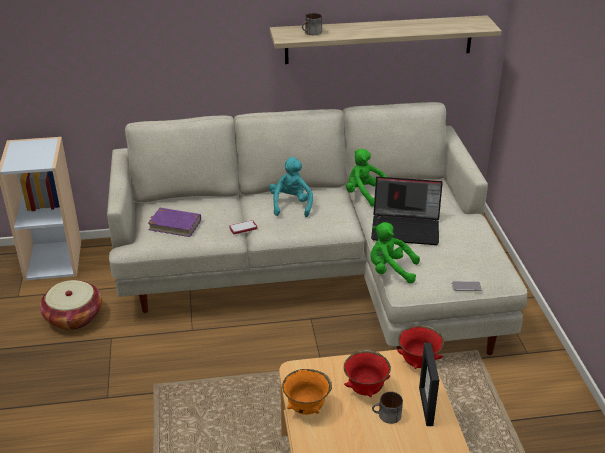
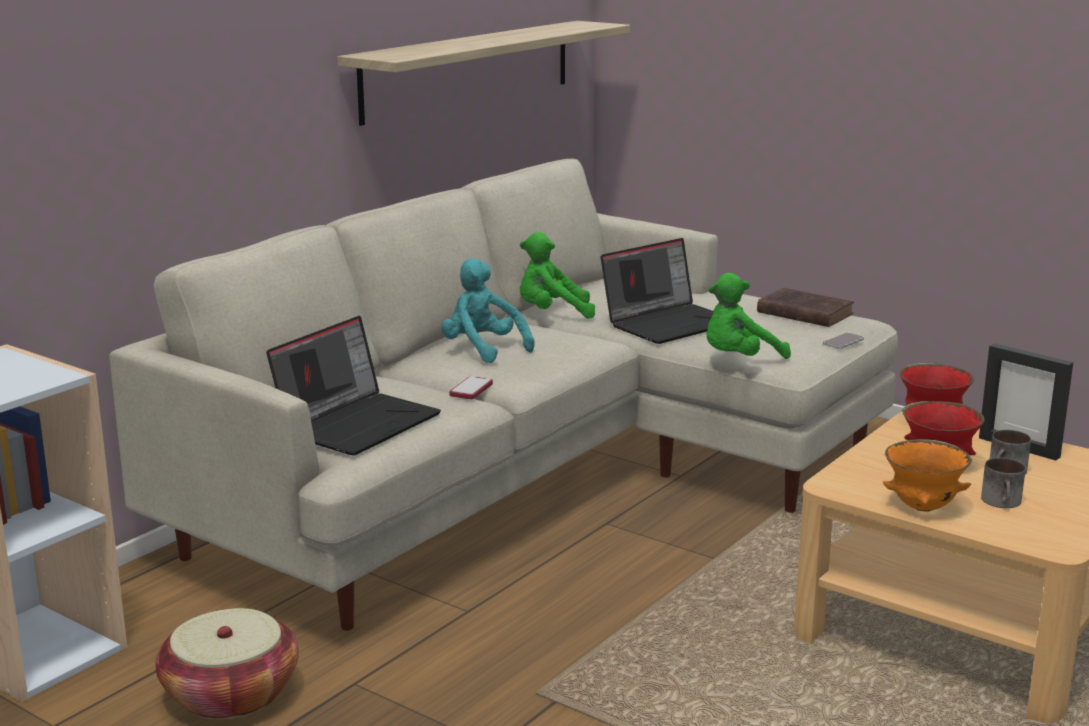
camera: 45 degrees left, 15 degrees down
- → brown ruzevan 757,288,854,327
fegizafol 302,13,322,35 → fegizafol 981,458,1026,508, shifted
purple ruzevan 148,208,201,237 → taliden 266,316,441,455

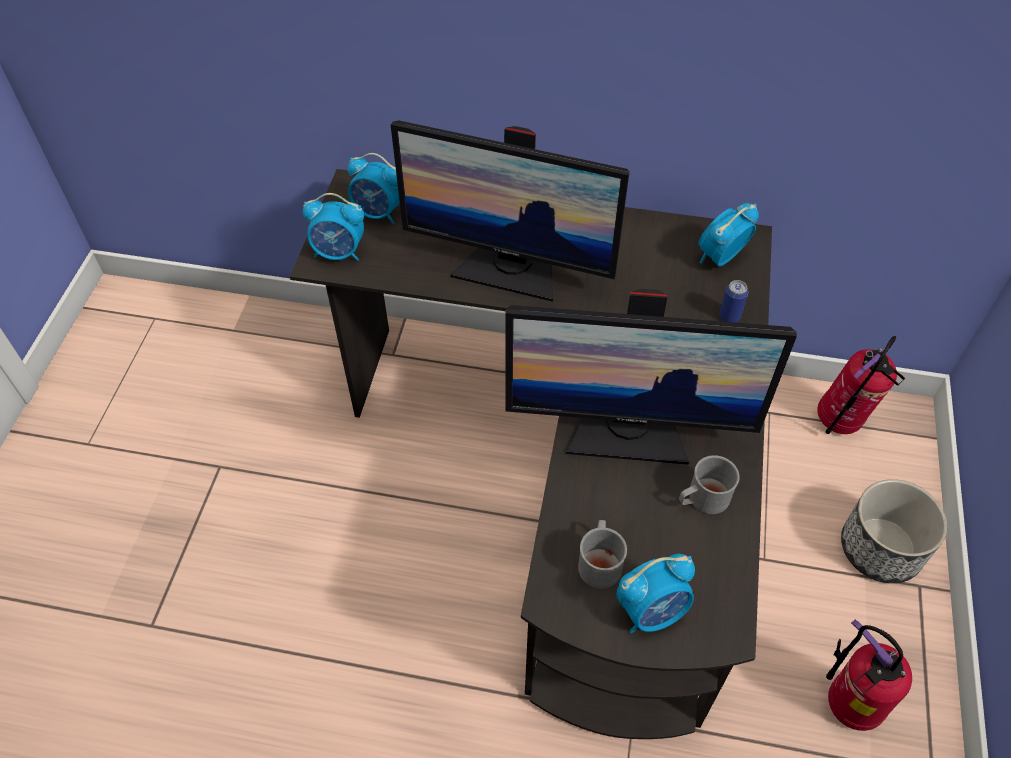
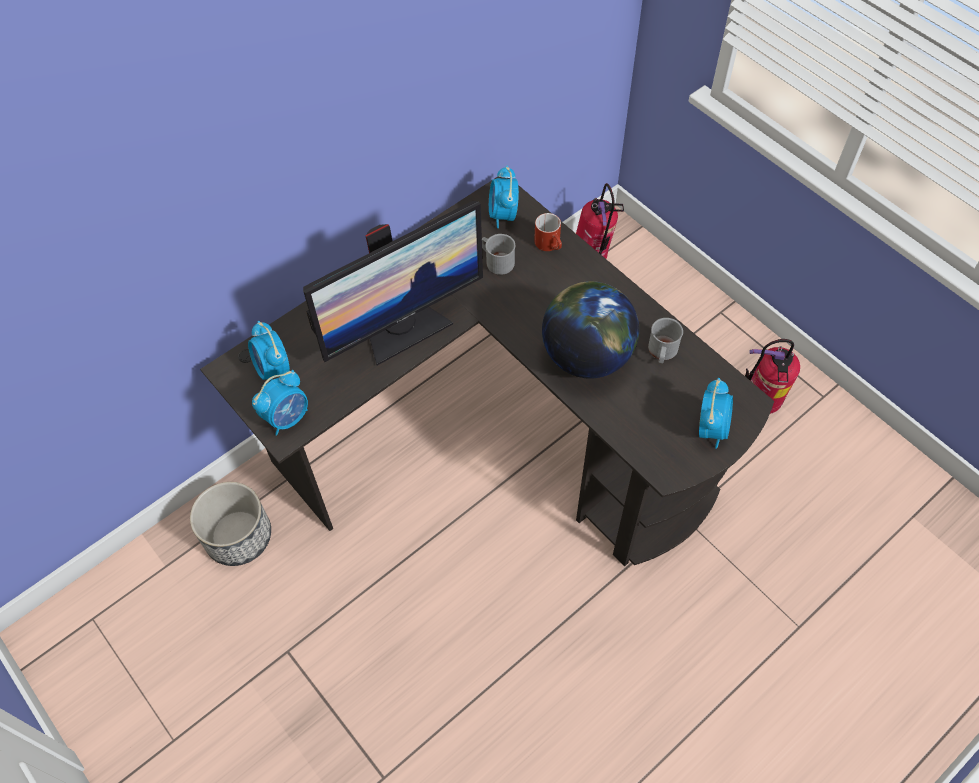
camera: 50 degrees left, 5 degrees up
grey fegizafol 578,520,627,589 → grey fegizafol 482,234,515,275, shifted
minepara 841,479,947,583 → minepara 190,482,271,566, shifted
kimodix 505,289,797,465 → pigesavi 542,281,639,379
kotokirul 719,280,748,323 → red fegizafol 534,213,562,251
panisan 348,153,400,224 → panisan 248,321,290,381, 90 degrees clockwise

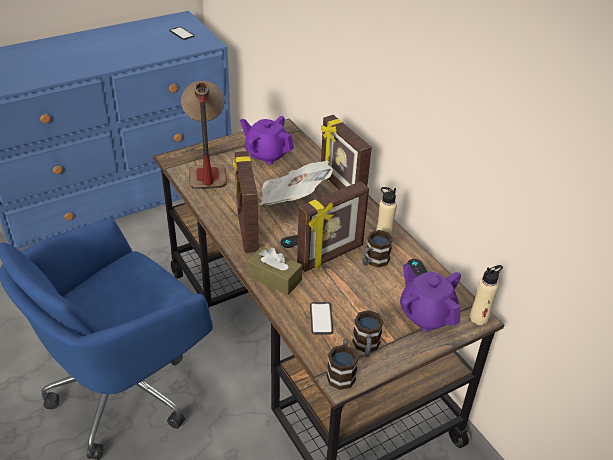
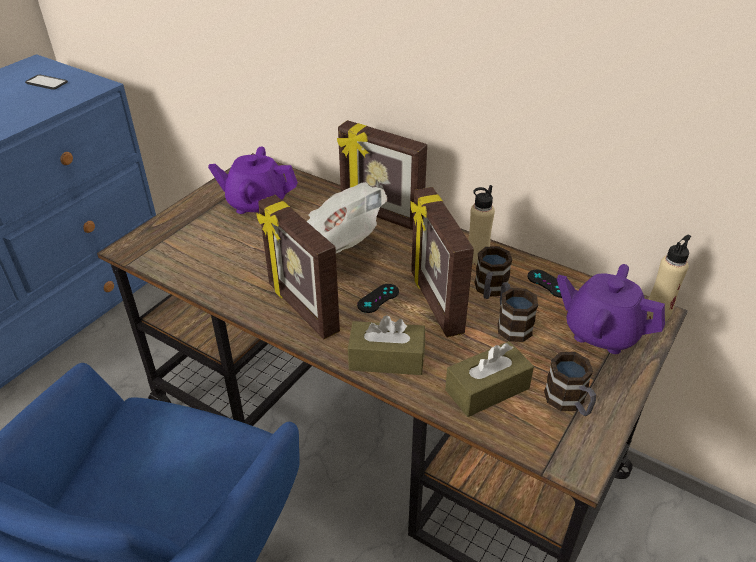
camera: 25 degrees left, 0 degrees up
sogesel 181,81,227,189 → -
fegizafol 327,338,359,390 → fegizafol 498,282,538,342, shifted
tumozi 310,302,333,335 → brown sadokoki 445,341,534,417
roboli 297,181,369,272 → roboli 410,187,474,337, 135 degrees clockwise

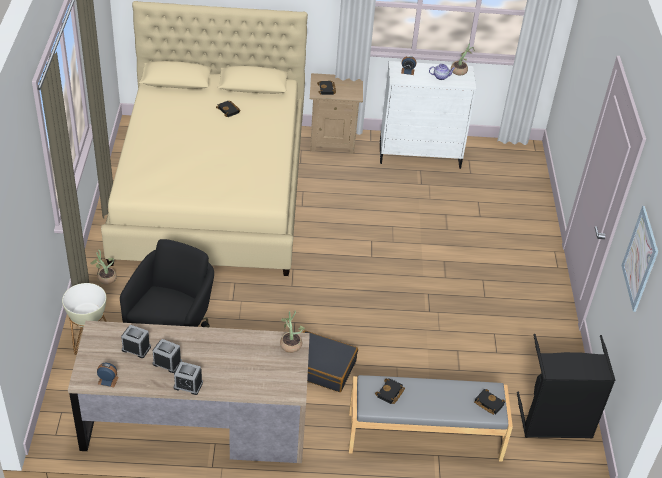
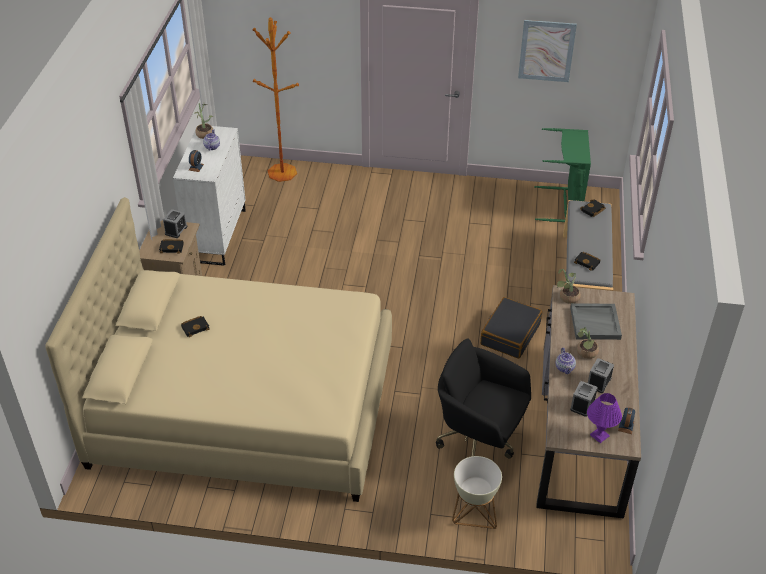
camera: 80 degrees left, 0 degrees up
- → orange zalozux 252,17,299,182
- → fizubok 555,348,576,374
- → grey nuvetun 570,304,622,340
- → purple sogesel 587,393,622,443
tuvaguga 90,250,117,285 → tuvaguga 577,327,599,359, shifted
panisan 173,362,203,395 → panisan 163,209,188,238, shifted
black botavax 517,334,616,439 → green botavax 534,128,591,222

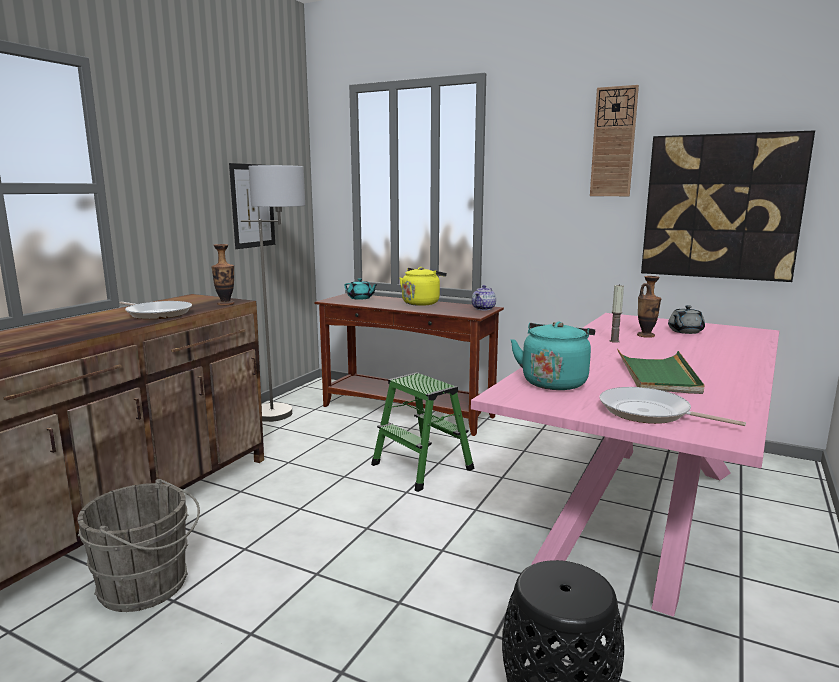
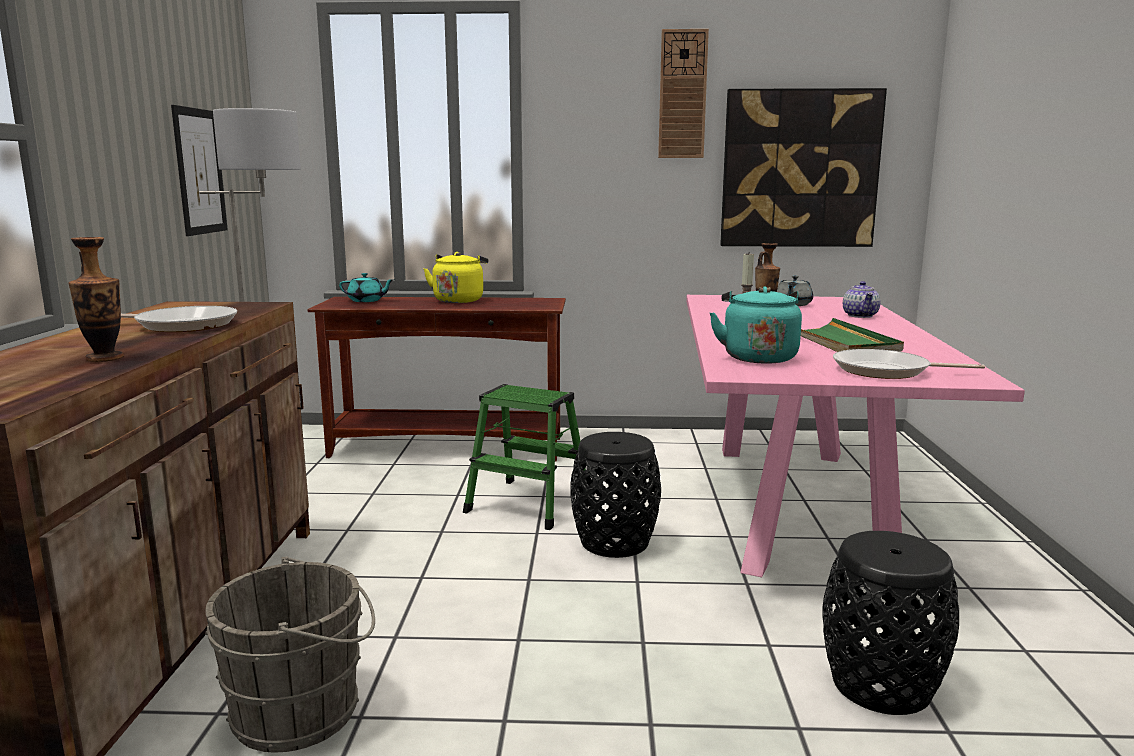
camera: 25 degrees left, 0 degrees up
- → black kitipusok 570,432,661,558
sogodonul 212,244,235,306 → sogodonul 69,237,124,362, shifted
fizubok 472,285,496,310 → fizubok 843,281,881,318, shifted

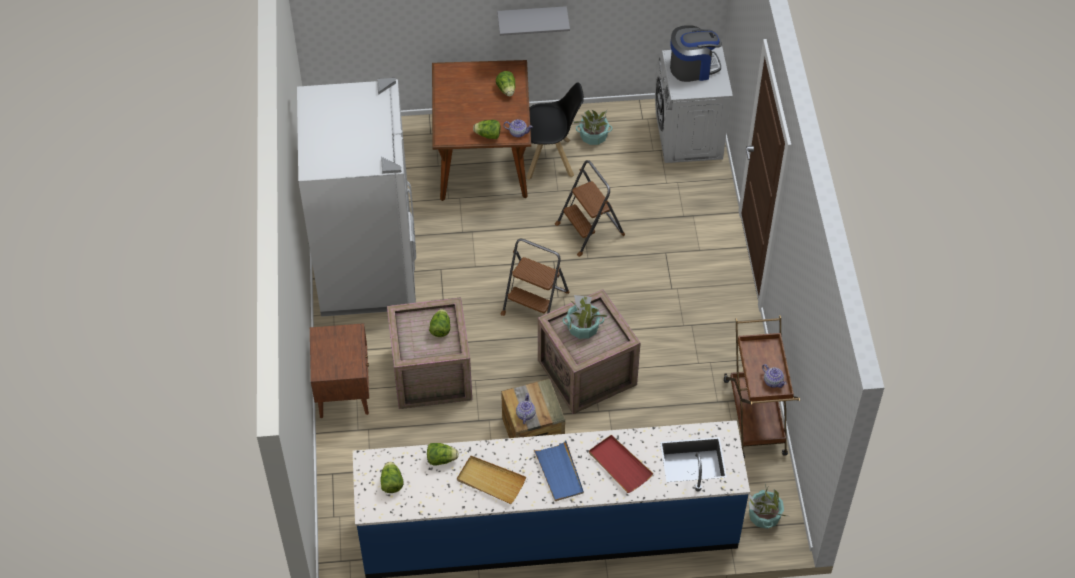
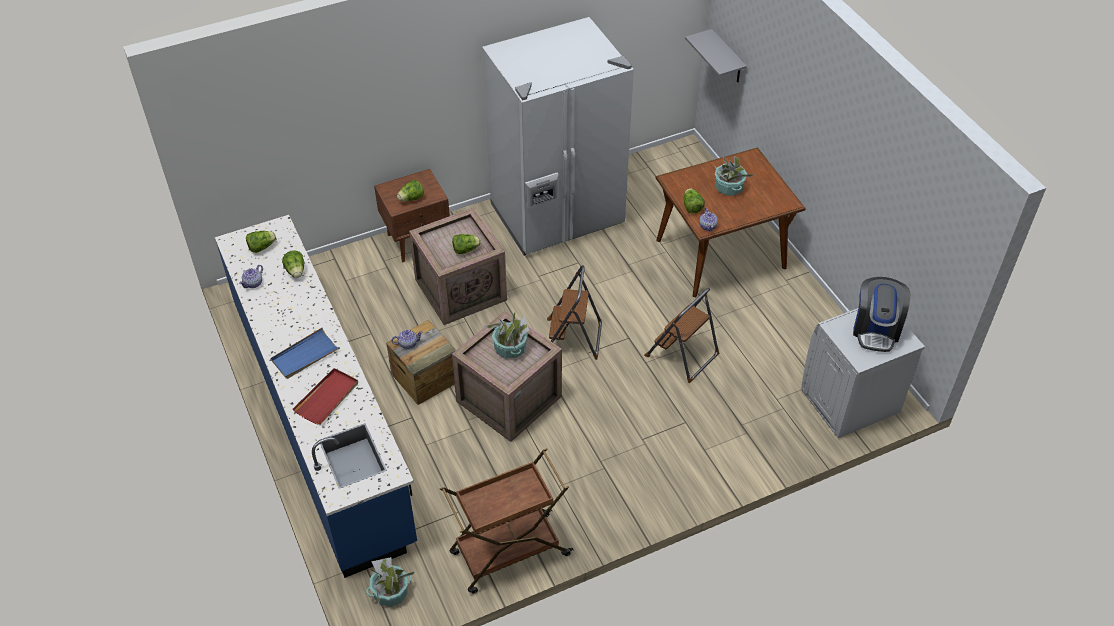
camera: 70 degrees right, 5 degrees down
beige nuvetun 457,456,526,504 → -
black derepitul 526,83,584,180 → -
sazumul 496,71,515,96 → sazumul 397,180,424,201, shifted
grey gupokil 497,6,570,36 → grey gupokil 685,29,747,82, shifted
tuvaguga 573,108,613,145 → tuvaguga 715,156,756,196, shifted
fizubok 762,364,787,388 → fizubok 239,265,263,288, shifted
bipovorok 670,26,722,82 → bipovorok 853,277,911,352, 45 degrees clockwise

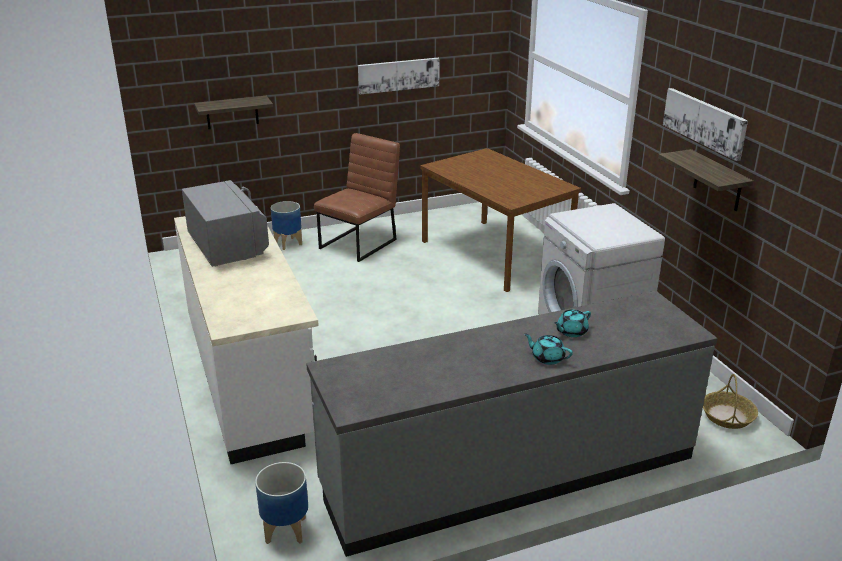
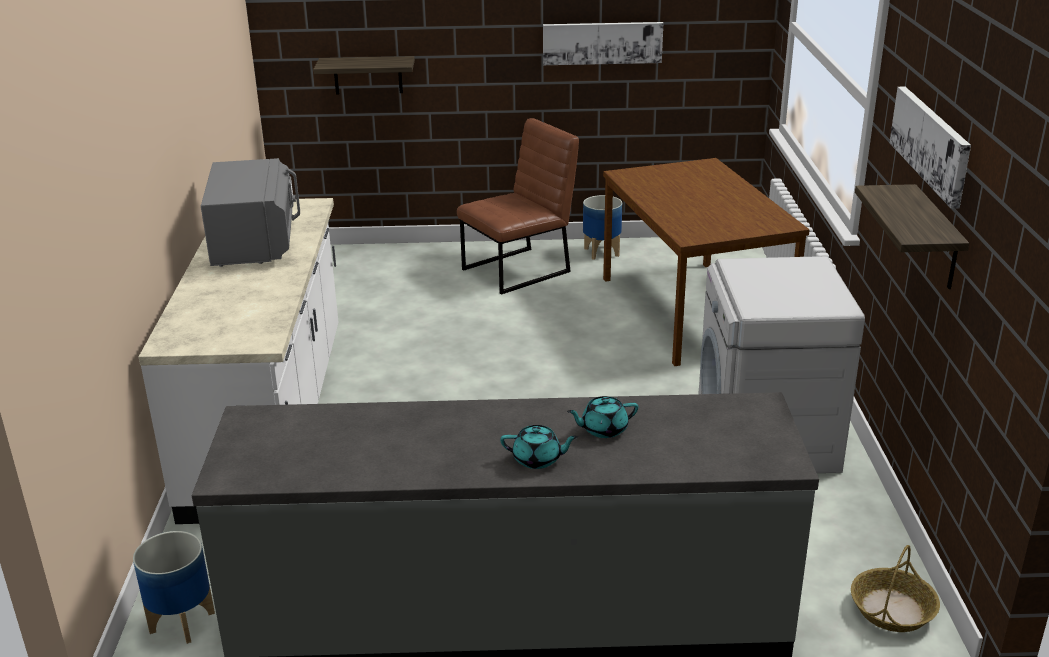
camera: 20 degrees right, 0 degrees up
minepara 271,201,302,250 → minepara 583,195,622,260, shifted
turquoise fizubok 524,333,573,365 → turquoise fizubok 500,425,578,469, 135 degrees clockwise

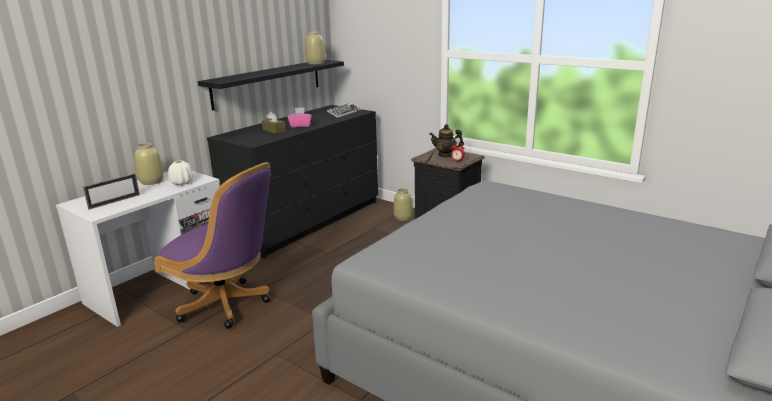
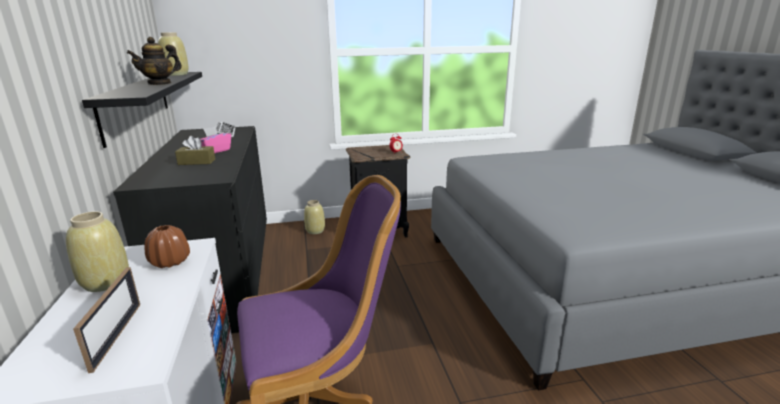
camera: 50 degrees left, 0 degrees up
fizubok 429,124,464,157 → fizubok 127,37,182,85, shifted
white sogodonul 168,161,193,185 → brown sogodonul 144,225,190,268

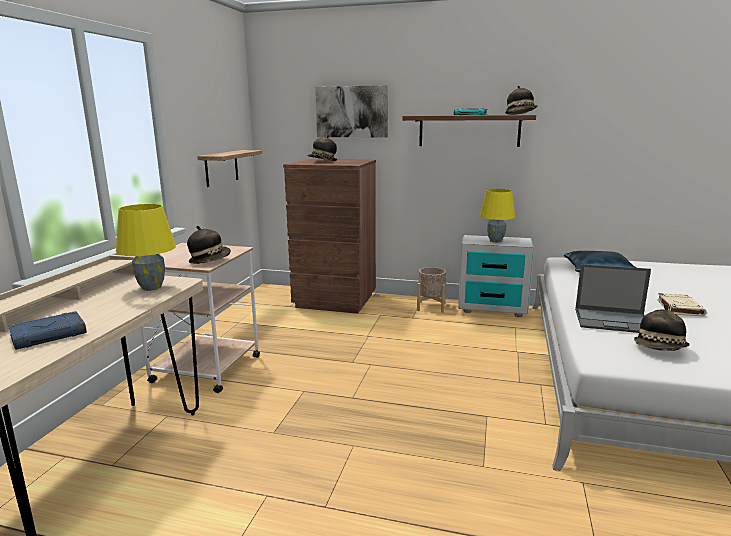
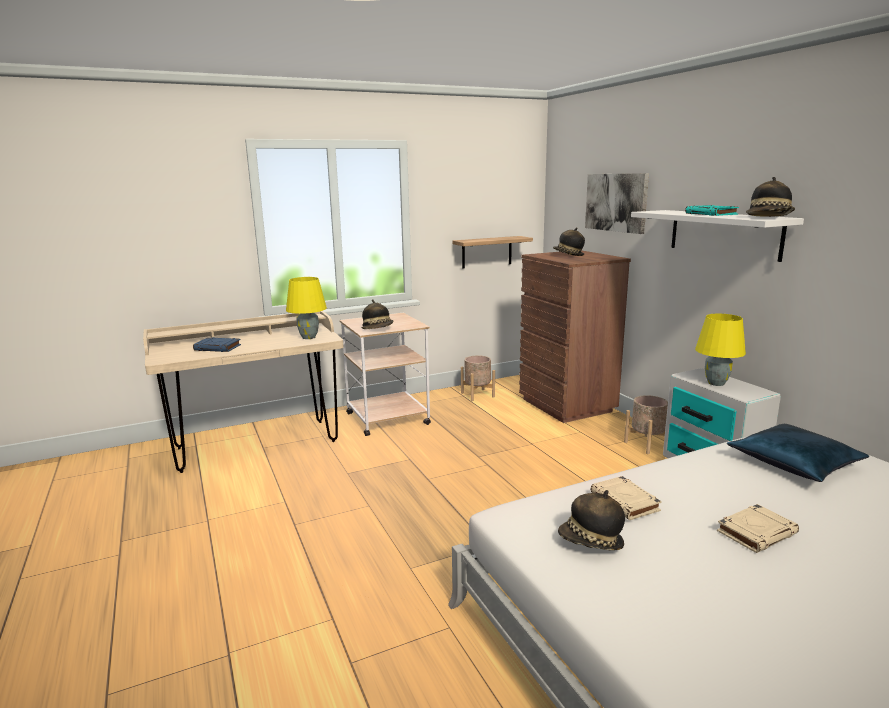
camera: 50 degrees right, 0 degrees up
- → beige minepara 461,355,495,401
taliden 575,264,651,333 → beige ruzevan 590,476,662,520
brown gupokil 402,115,536,147 → white gupokil 631,210,804,262

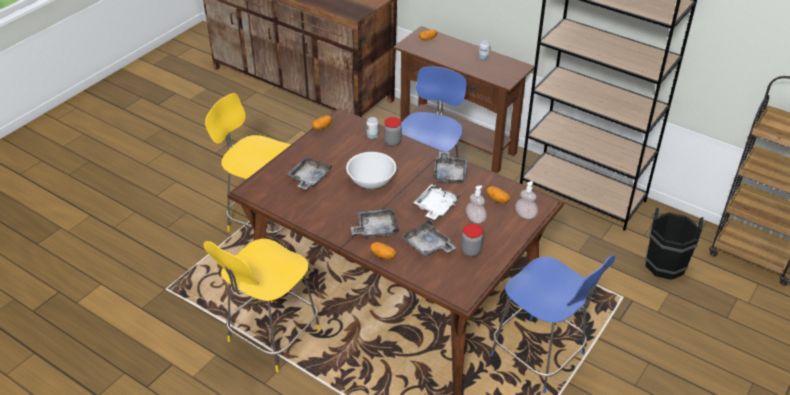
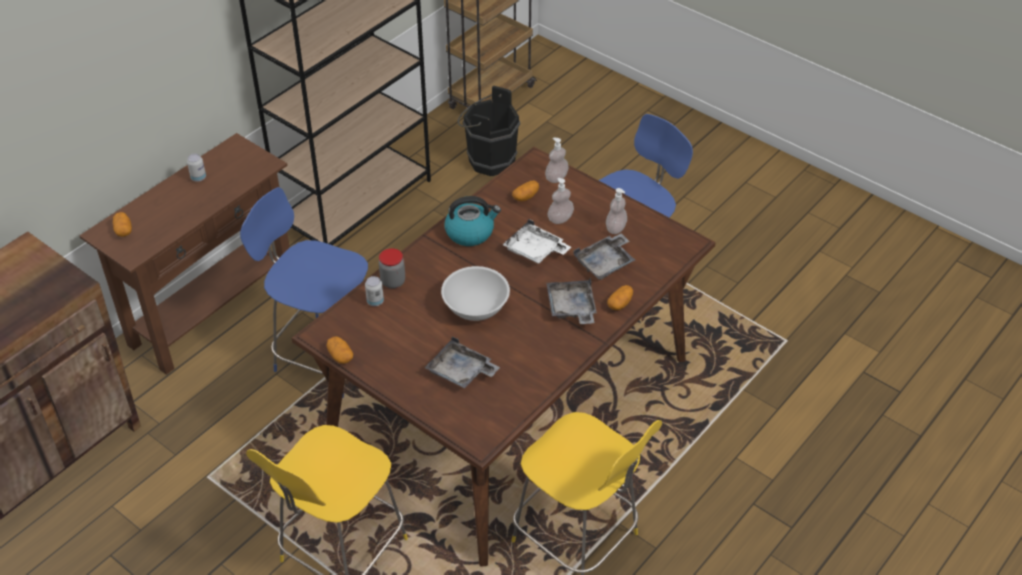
camera: 85 degrees left, 5 degrees up
grey nuvetun 433,151,468,184 → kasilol 444,196,501,246
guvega 461,224,483,257 → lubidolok 606,188,627,234

